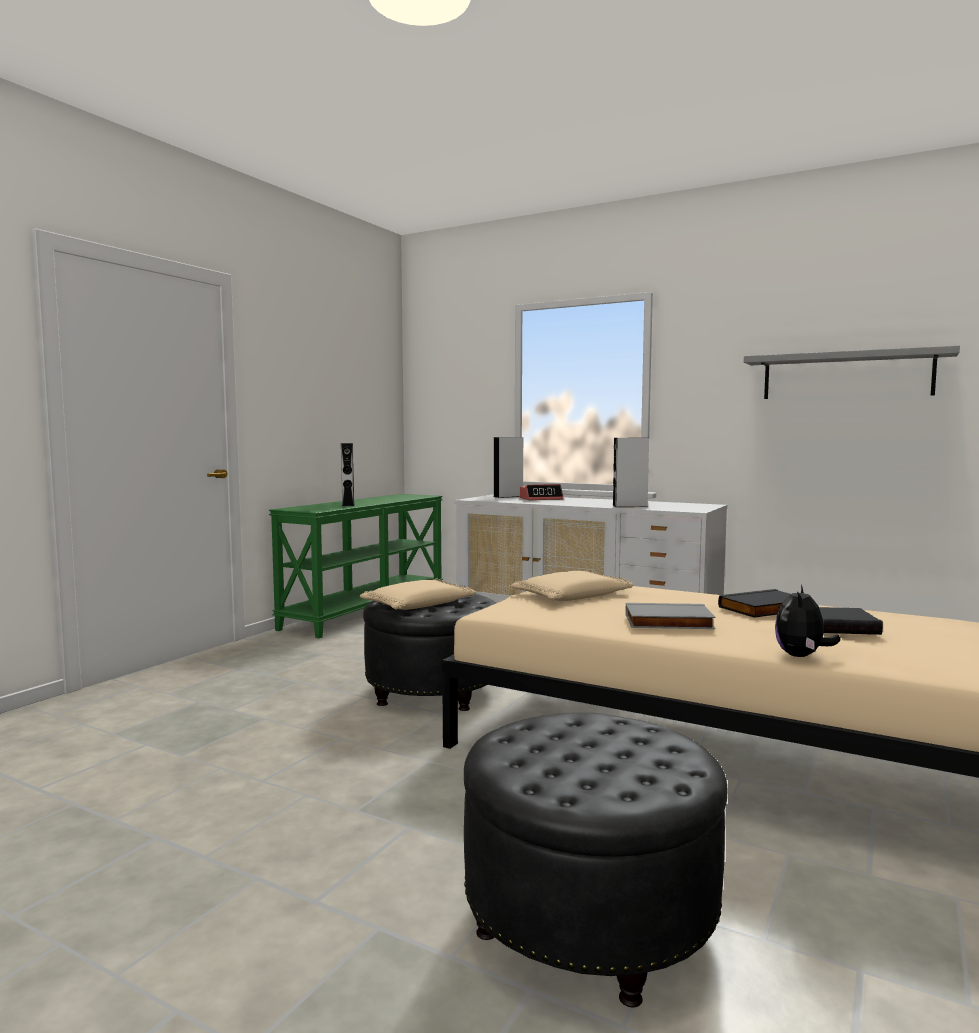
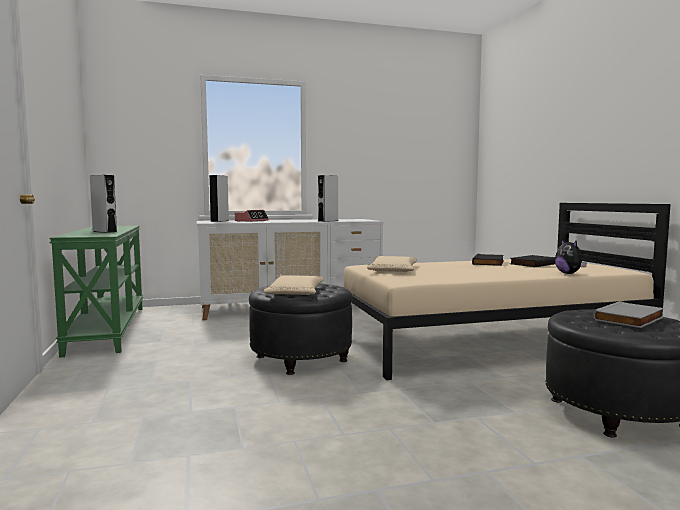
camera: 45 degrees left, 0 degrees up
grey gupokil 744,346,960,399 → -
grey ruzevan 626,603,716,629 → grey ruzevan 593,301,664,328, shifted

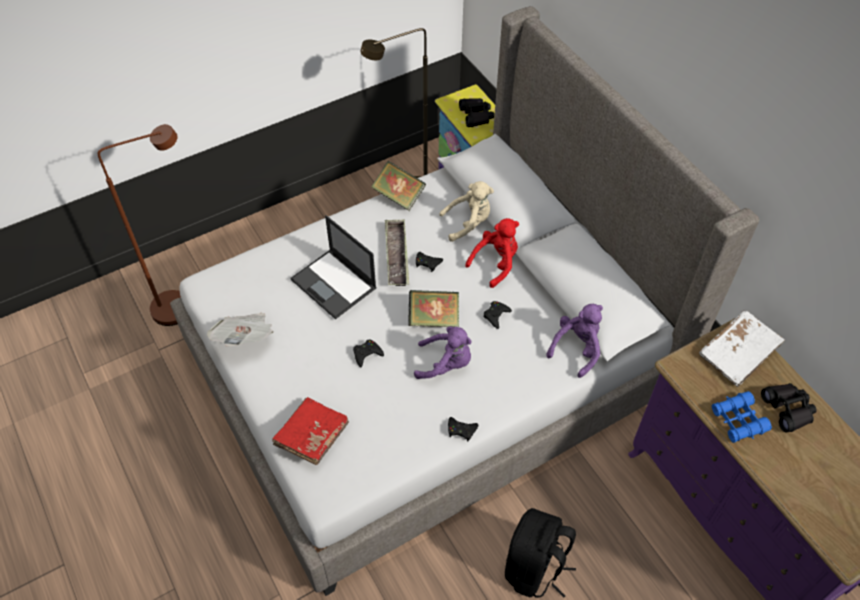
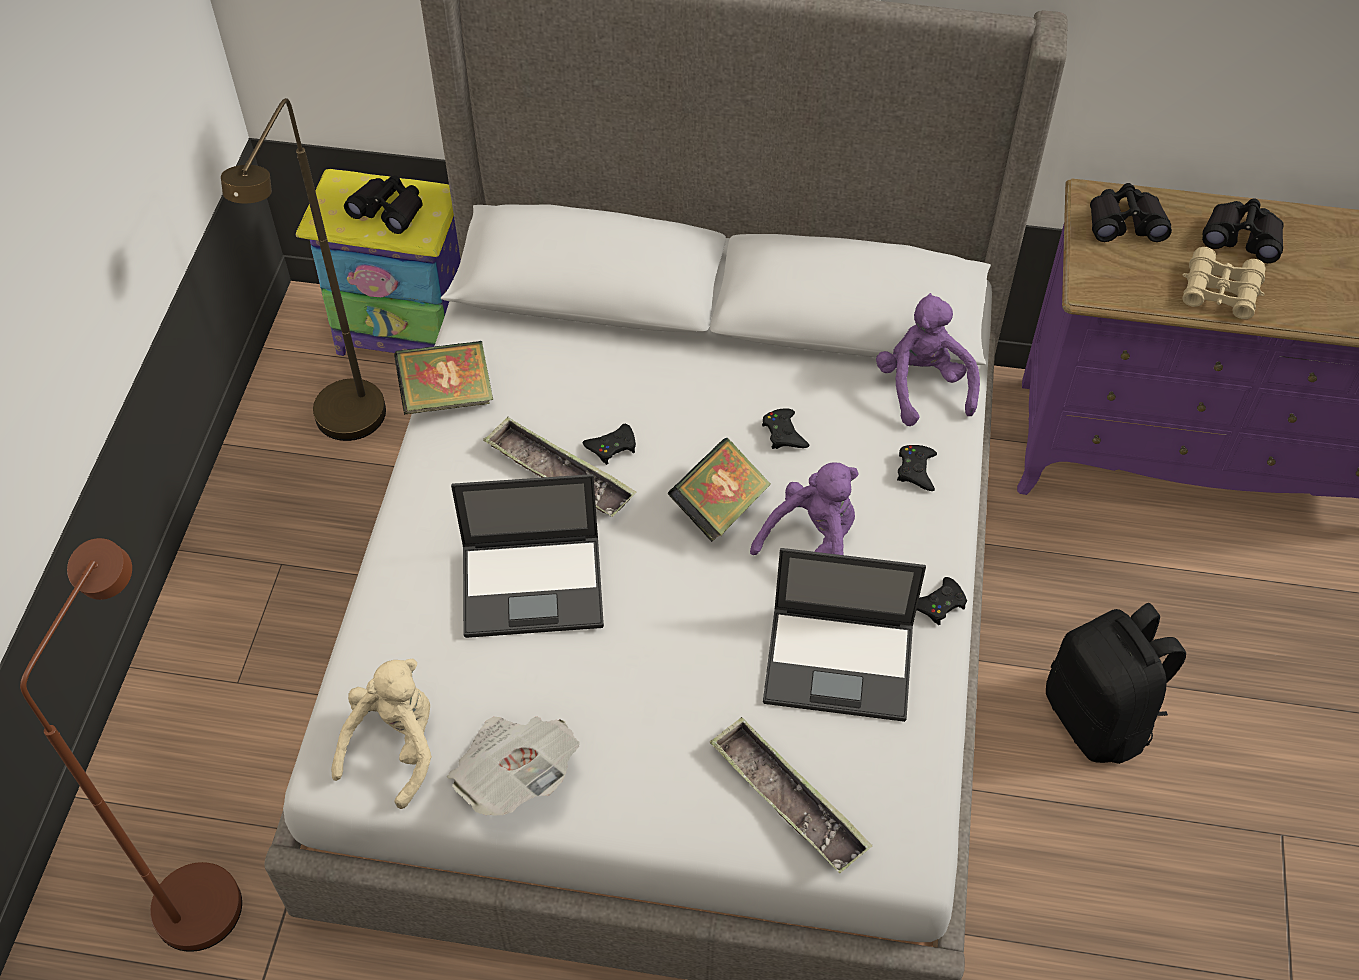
camera: 50 degrees left, 0 degrees up
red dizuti 465,218,519,288 → -
- → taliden 763,548,926,722
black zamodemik 353,339,384,368 → black zamodemik 897,445,937,491, shifted
beige dizuti 439,181,494,242 → beige dizuti 331,659,432,809, shifted
red ruzevan 272,397,349,465 → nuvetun 710,717,872,873
white ruzevan 699,311,785,387 → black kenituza 1090,183,1172,242
blue kenituza 712,391,772,443 → beige kenituza 1182,247,1266,319

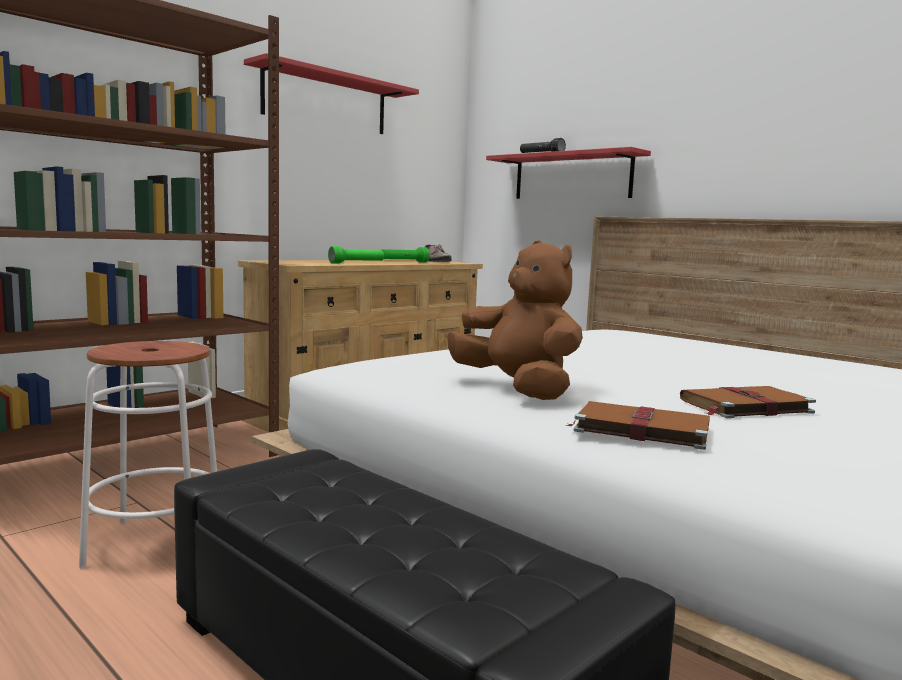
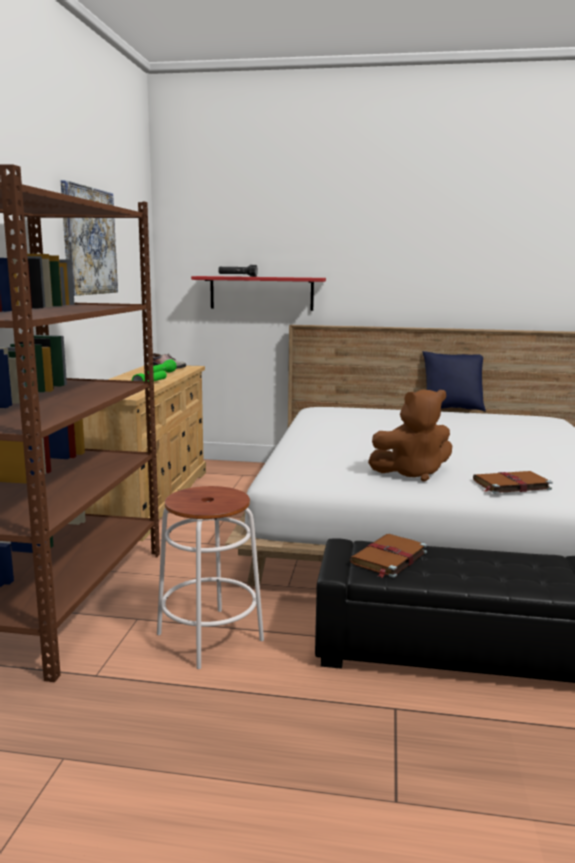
camera: 35 degrees left, 5 degrees up
- → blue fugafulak 423,351,486,412
brown ruzevan 680,386,816,418 → brown ruzevan 350,534,427,578, shifted
red gupokil 244,53,419,134 → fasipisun 61,180,118,296
brown dizuti 447,240,583,400 → brown dizuti 368,390,452,482, 150 degrees clockwise

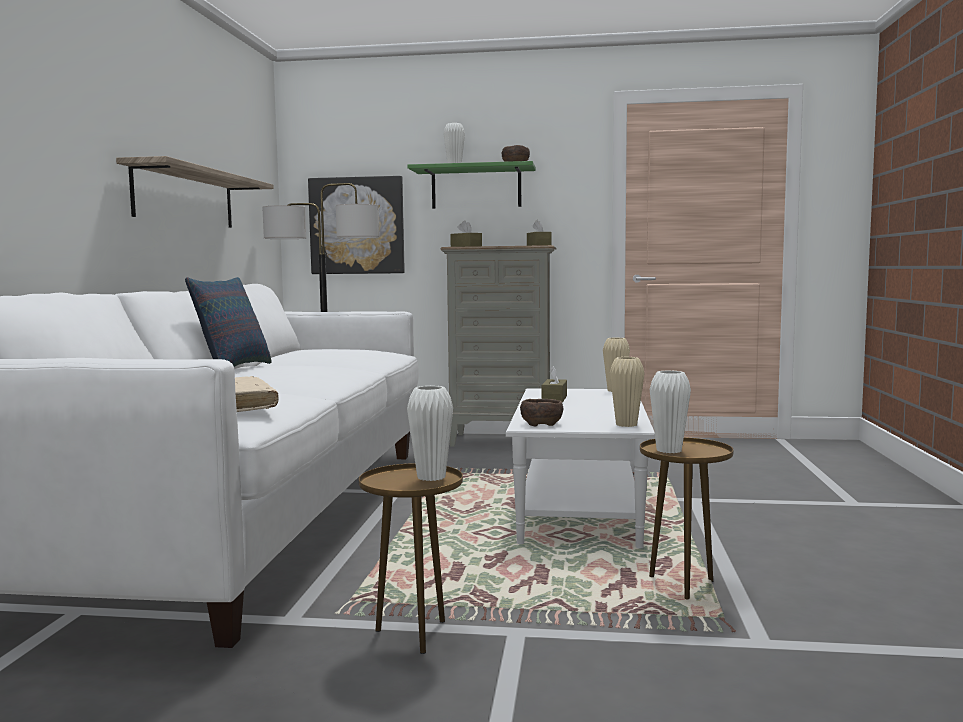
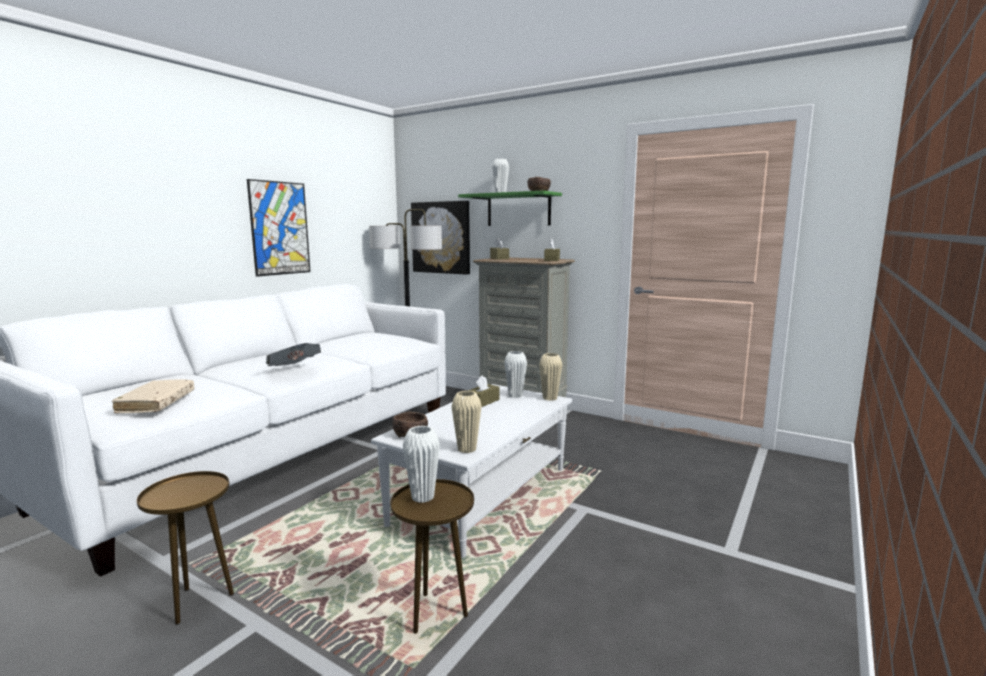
camera: 25 degrees right, 5 degrees up
blue fugafulak 185,277,272,367 → -
- → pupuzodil 266,343,321,366
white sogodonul 407,386,453,481 → white sogodonul 504,351,527,398, shifted
gupokil 116,156,274,228 → fasipisun 247,179,311,277

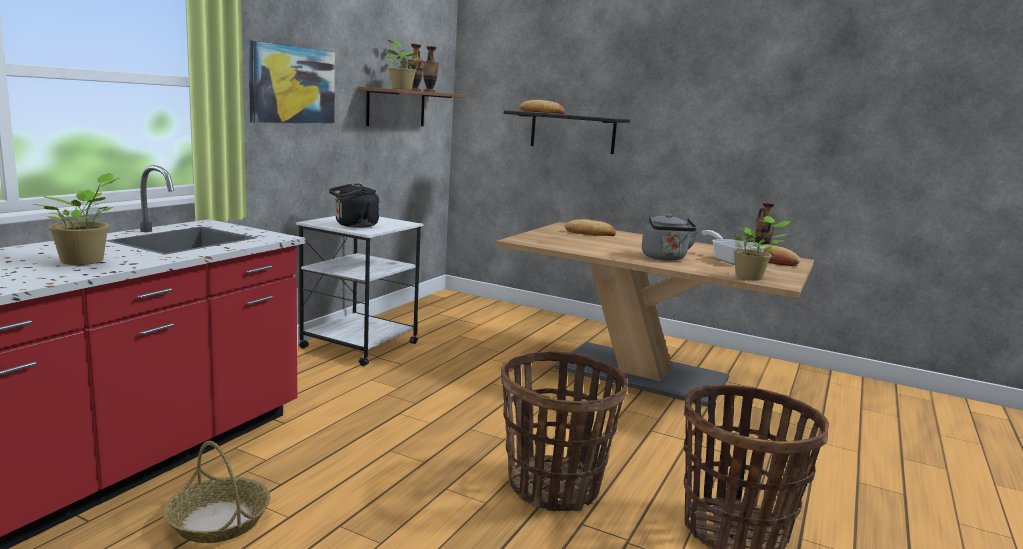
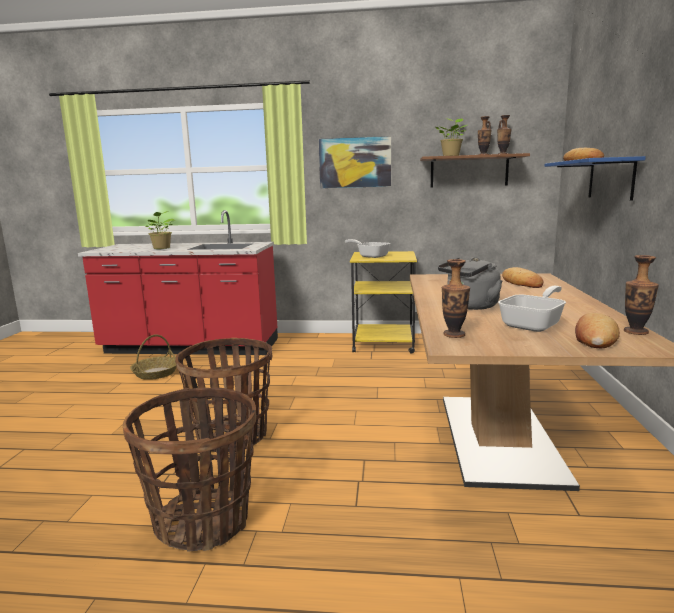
camera: 70 degrees right, 0 degrees up
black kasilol 329,183,379,228 → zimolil 345,239,390,258
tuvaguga 733,216,790,281 → sogodonul 442,259,470,338
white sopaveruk 296,216,423,366 → yellow sopaveruk 350,251,417,354
black gupokil 504,111,630,154 → blue gupokil 545,156,646,201

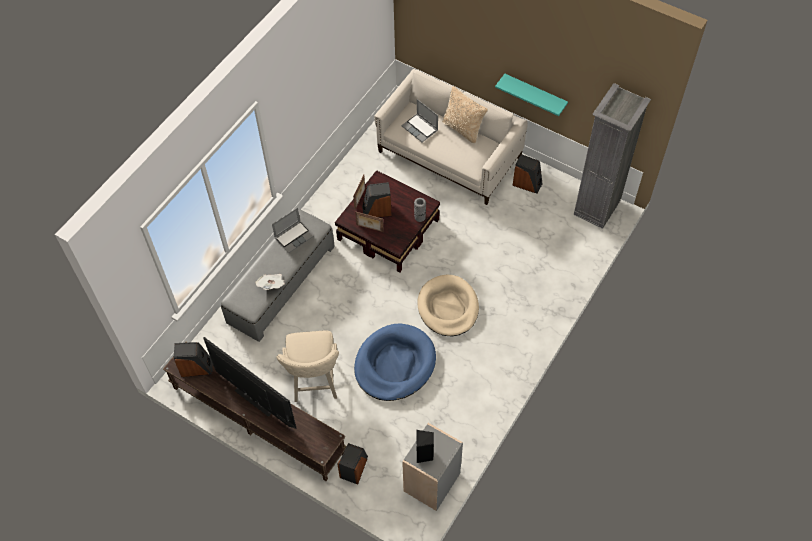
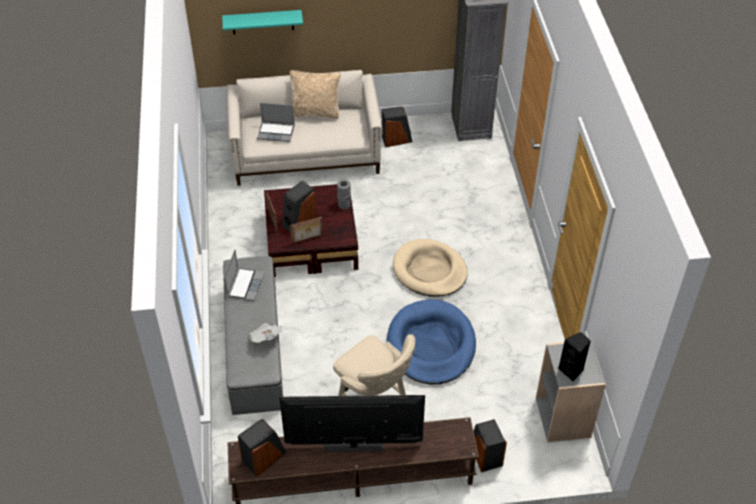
camera: 40 degrees left, 10 degrees down
turquoise gupokil 495,74,568,116 → turquoise gupokil 222,10,303,35, shifted

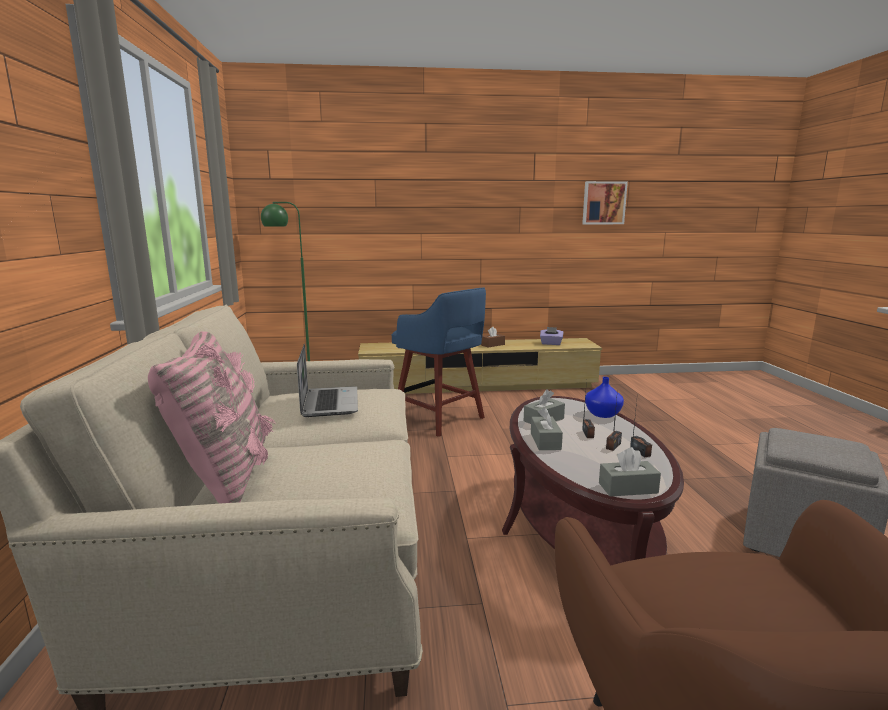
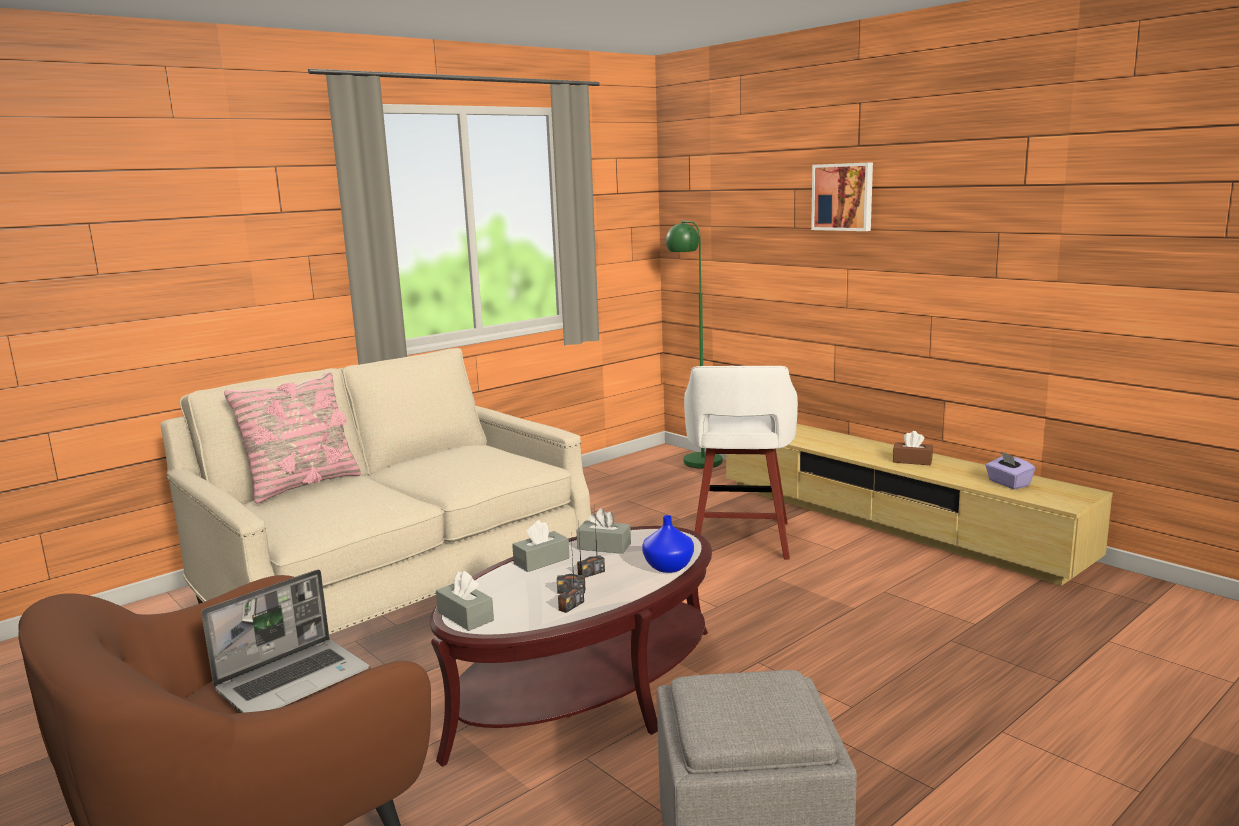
camera: 55 degrees right, 0 degrees up
taliden 297,344,358,417 → taliden 201,569,369,713, shifted
fasipisun 582,181,628,224 → fasipisun 811,162,873,231, shifted
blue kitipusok 392,287,486,437 → white kitipusok 684,366,798,560

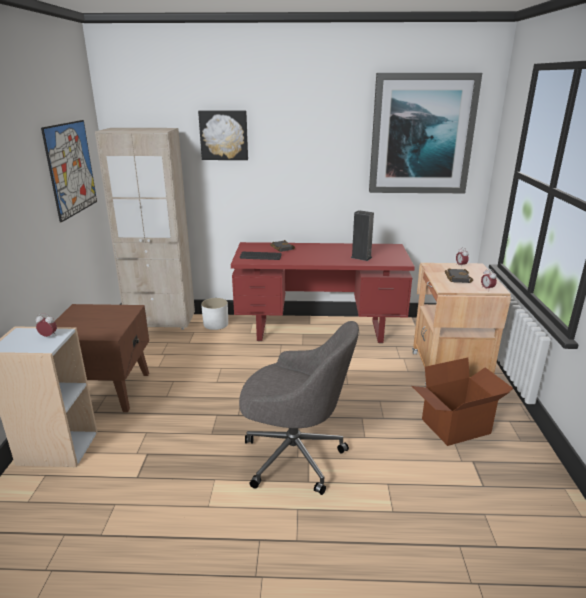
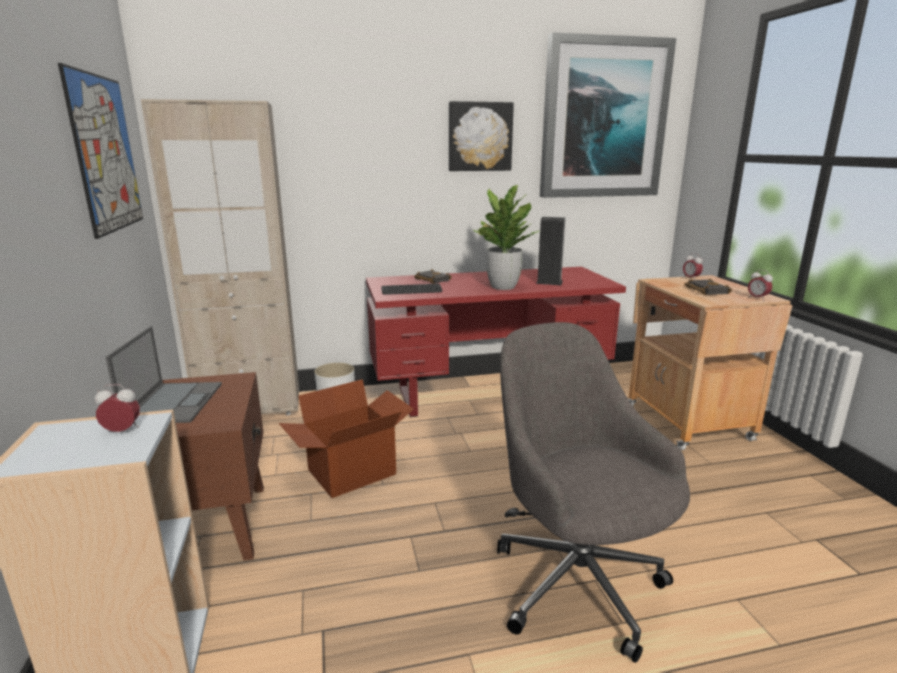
camera: 15 degrees left, 5 degrees down
- → taliden 105,326,222,423
- → tuvaguga 472,185,539,290
fasipisun 198,110,248,160 → fasipisun 449,101,514,171, shifted
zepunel 412,358,514,446 → zepunel 279,379,414,498, shifted
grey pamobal 239,321,359,495 → grey pamobal 497,322,690,663, 120 degrees counterclockwise

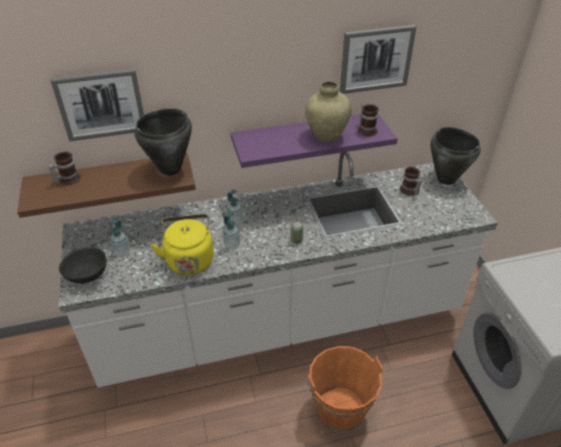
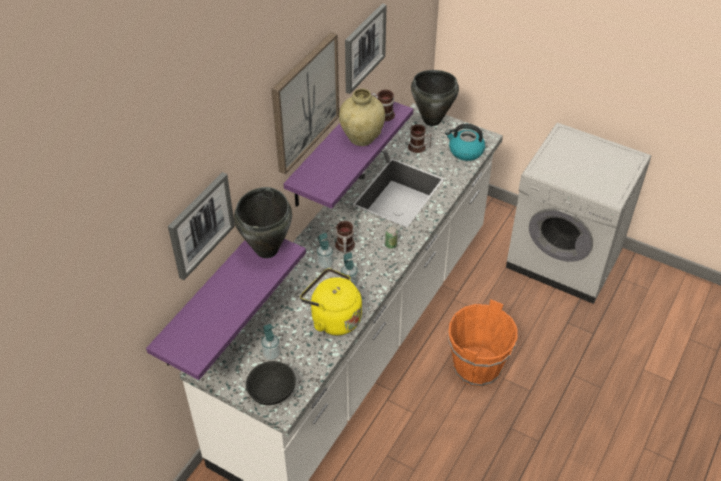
camera: 45 degrees left, 5 degrees up
- → fasipisun 271,32,339,174
- → kasilol 445,124,485,161
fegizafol 48,152,81,185 → fegizafol 335,221,355,254, shifted
brown gupokil 17,153,196,218 → purple gupokil 146,239,306,380

